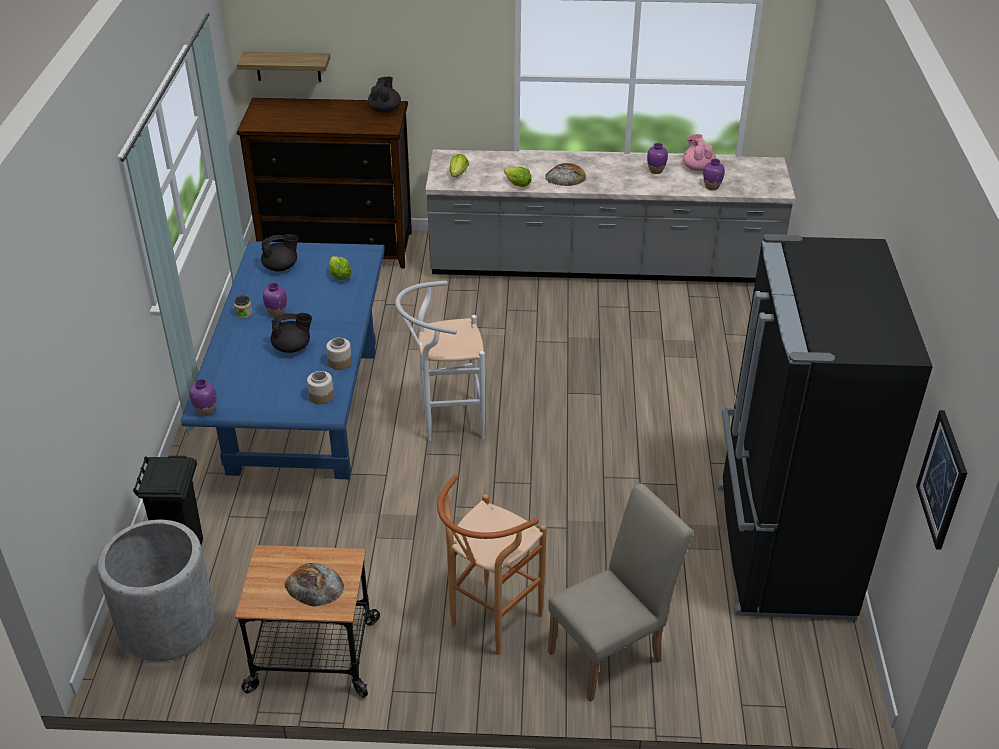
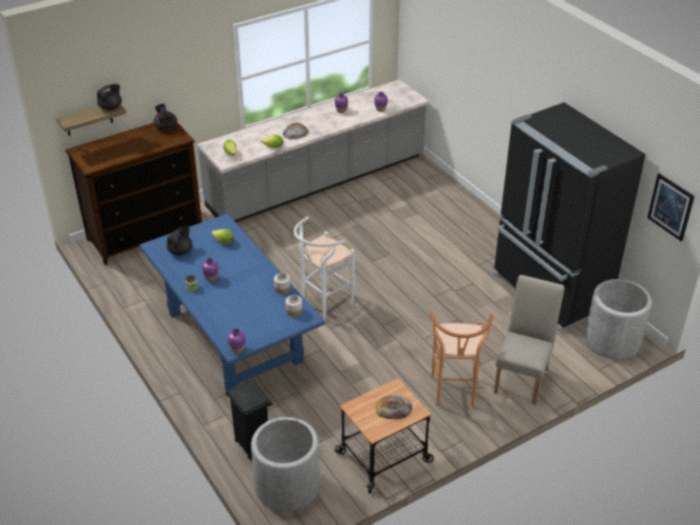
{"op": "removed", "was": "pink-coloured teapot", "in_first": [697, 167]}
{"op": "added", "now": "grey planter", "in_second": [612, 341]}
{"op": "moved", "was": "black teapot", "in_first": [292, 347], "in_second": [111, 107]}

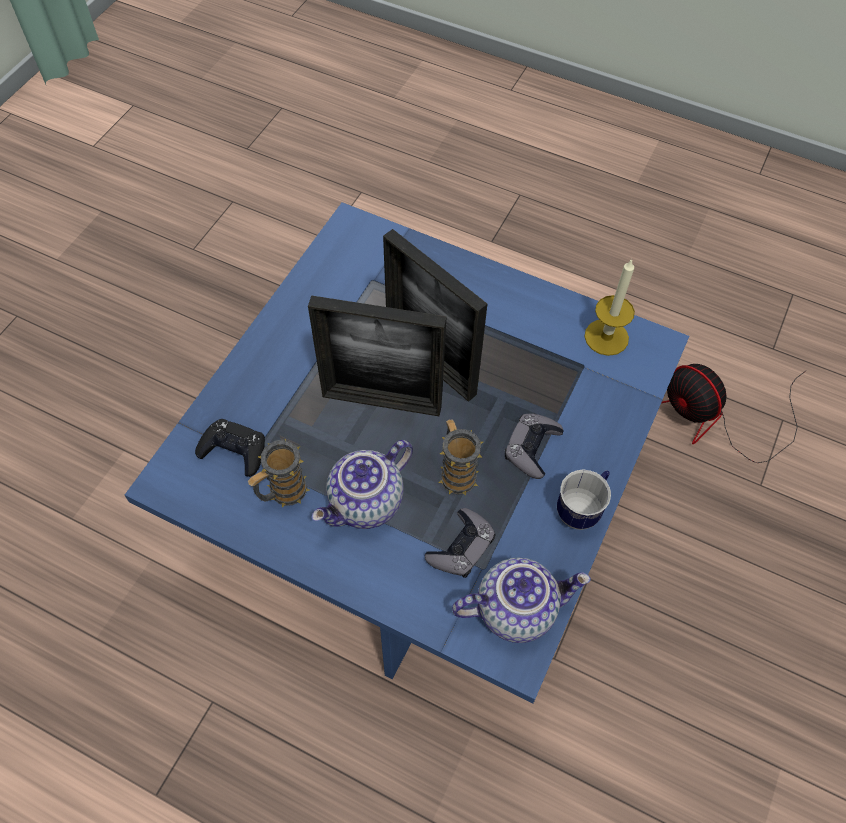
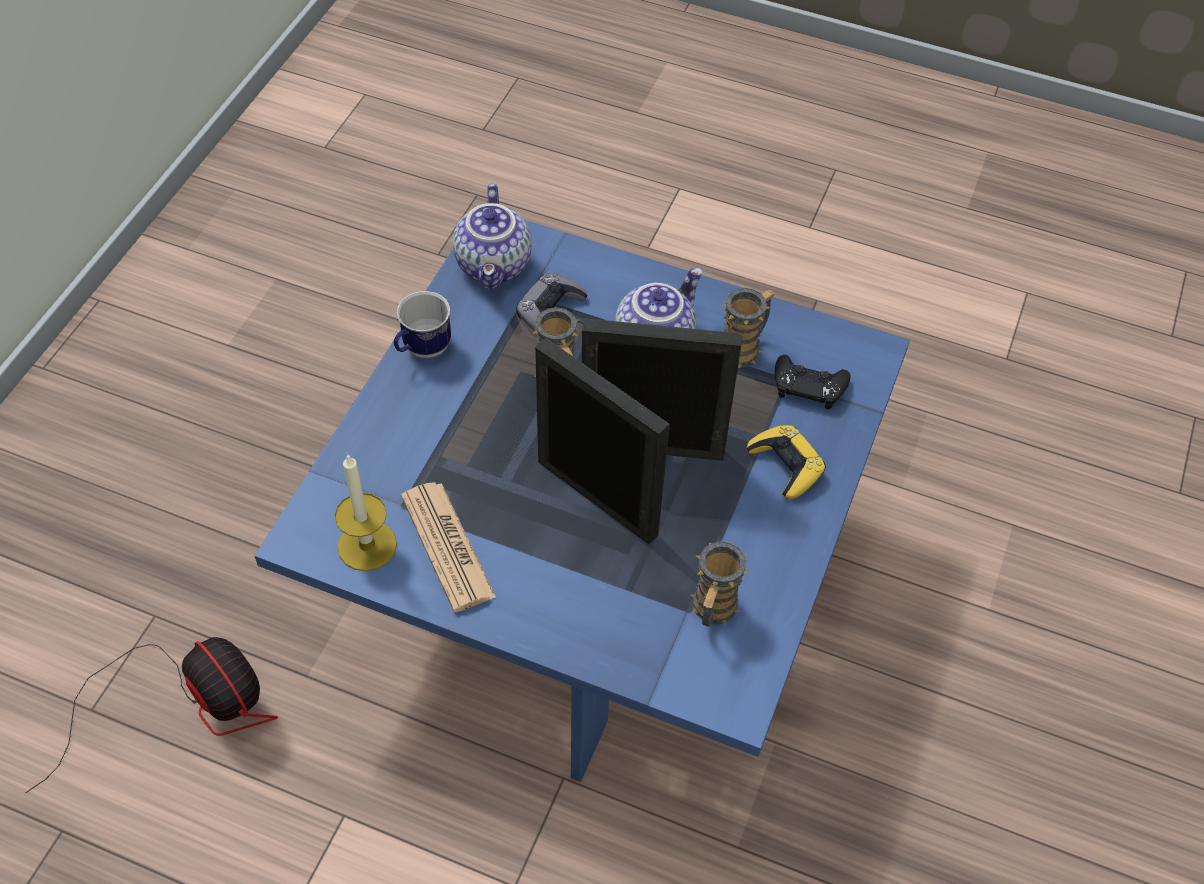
{"op": "removed", "was": "grey joypad", "in_first": [532, 448]}
{"op": "added", "now": "daily paper", "in_second": [447, 546]}
{"op": "added", "now": "mug", "in_second": [712, 612]}
{"op": "added", "now": "yellow-coloured joypad", "in_second": [786, 465]}
{"op": "turned", "was": "teapot", "in_first": [516, 608], "in_second": [495, 266], "clockwise": -75}

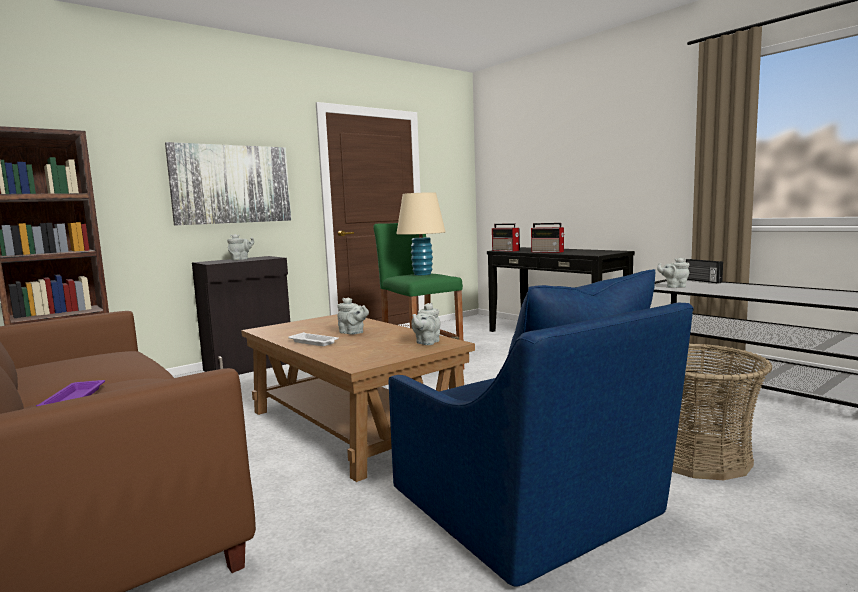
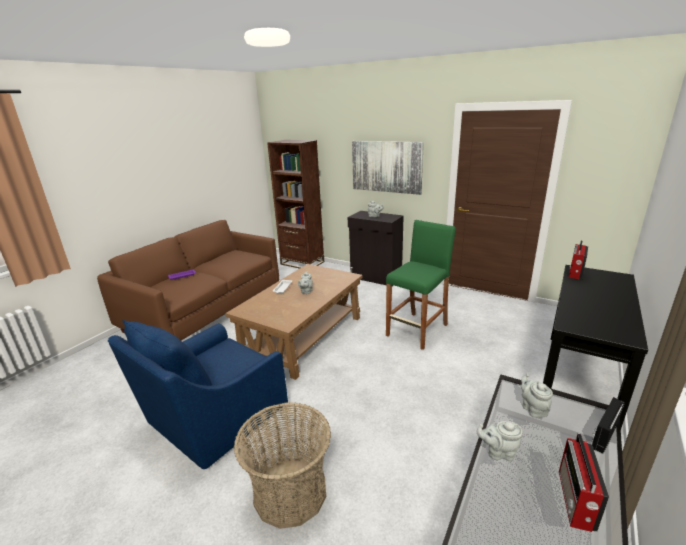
{"op": "removed", "was": "sand-coloured table lamp", "in_first": [422, 274]}
{"op": "moved", "was": "grey teapot", "in_first": [426, 342], "in_second": [498, 452]}
{"op": "moved", "was": "radio receiver", "in_first": [548, 252], "in_second": [575, 501]}

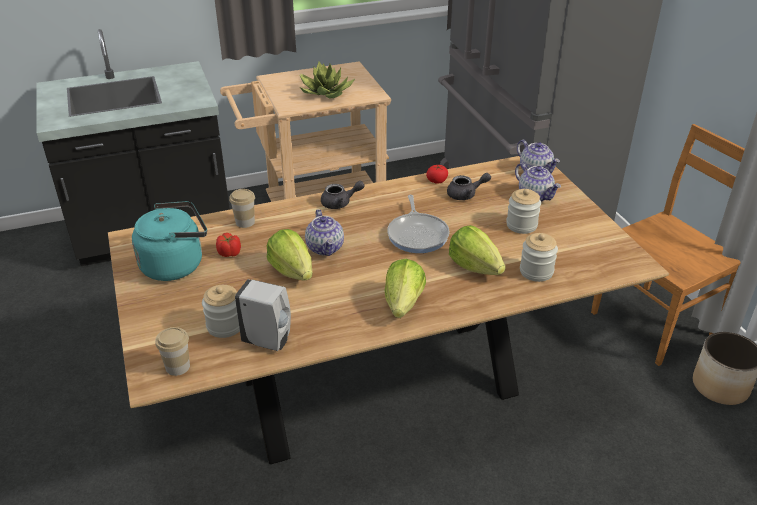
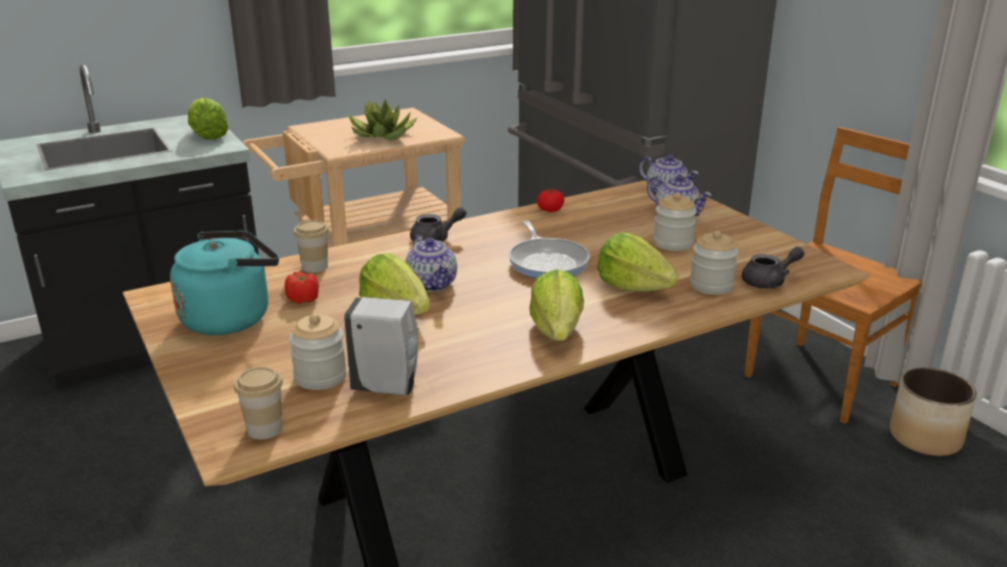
{"op": "added", "now": "lettuce head", "in_second": [207, 136]}
{"op": "moved", "was": "grey teapot", "in_first": [466, 195], "in_second": [769, 282]}

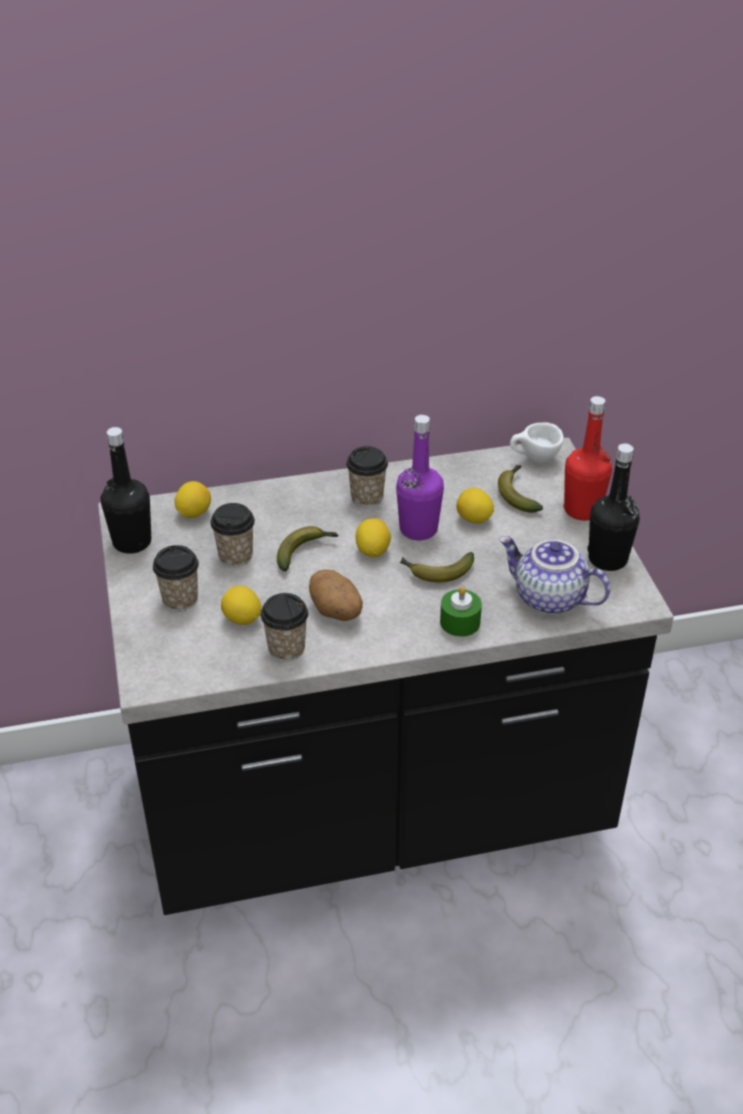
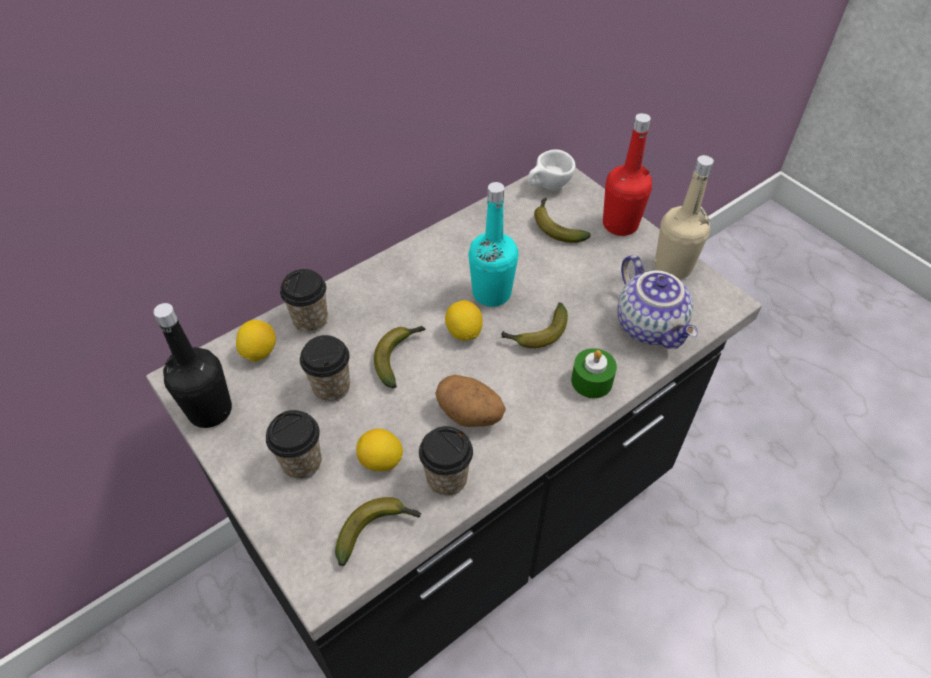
{"op": "removed", "was": "lemon", "in_first": [474, 519]}
{"op": "added", "now": "banana", "in_second": [377, 530]}
{"op": "moved", "was": "drinking cup", "in_first": [367, 498], "in_second": [310, 320]}
{"op": "recoloured", "was": "purple-coloured bottle", "now": "blue-green bottle", "in_first": [418, 529], "in_second": [491, 293]}
{"op": "recoloured", "was": "black bottle", "now": "sand-coloured bottle", "in_first": [607, 559], "in_second": [673, 267]}
{"op": "turned", "was": "teapot", "in_first": [548, 599], "in_second": [651, 326], "clockwise": -120}

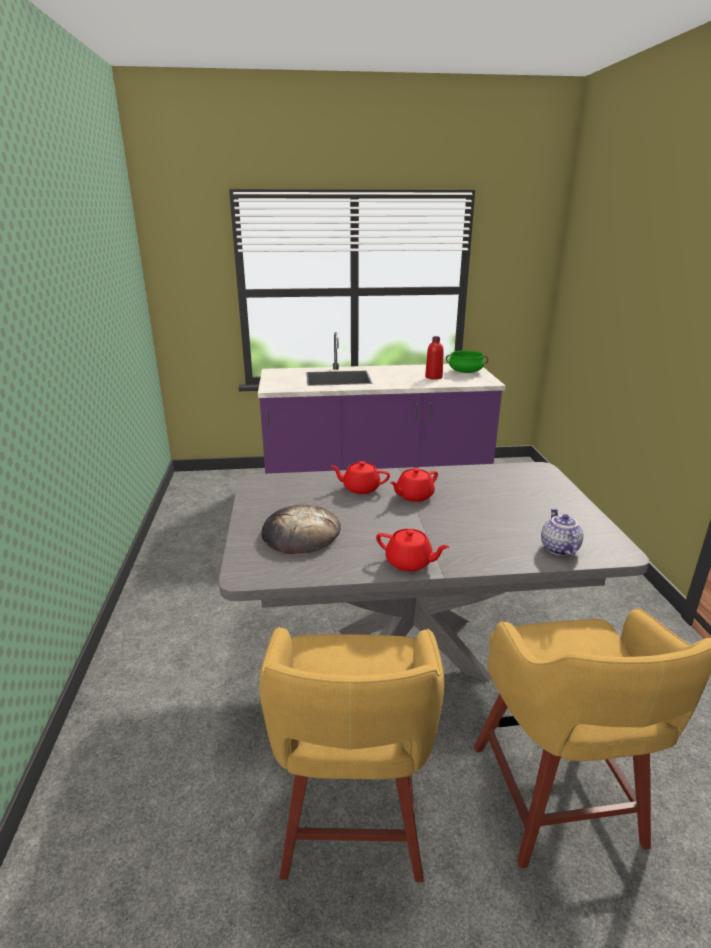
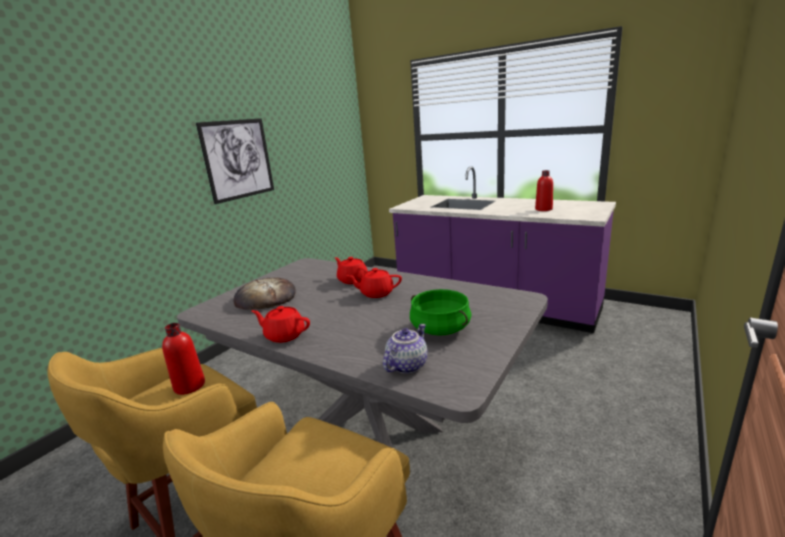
{"op": "added", "now": "red-coloured bottle", "in_second": [189, 386]}
{"op": "added", "now": "wall art", "in_second": [238, 159]}
{"op": "moved", "was": "green saucepot", "in_first": [465, 372], "in_second": [440, 329]}
{"op": "turned", "was": "red-coloured teapot", "in_first": [409, 562], "in_second": [284, 335], "clockwise": 135}

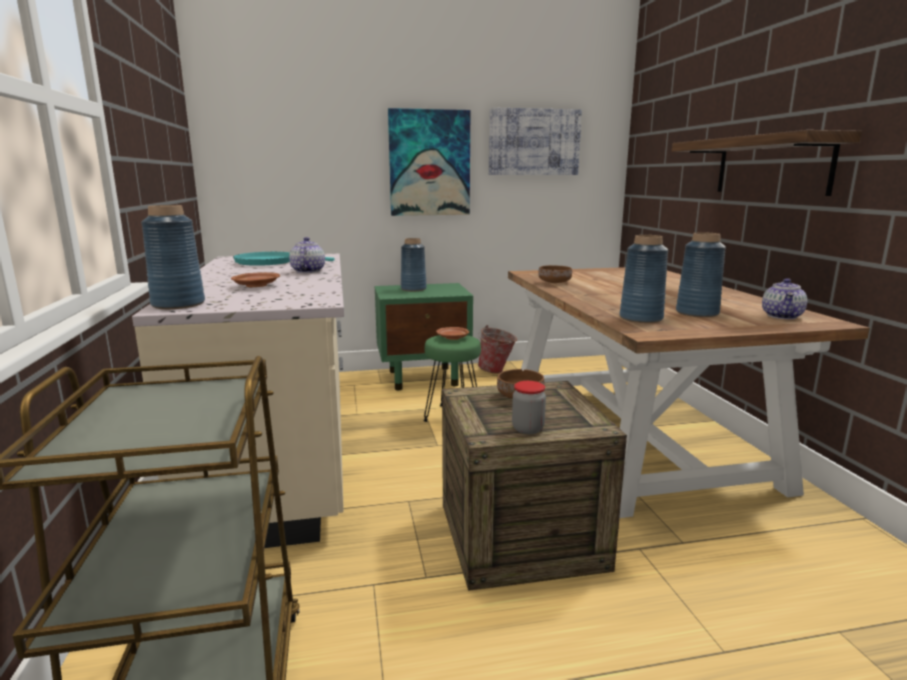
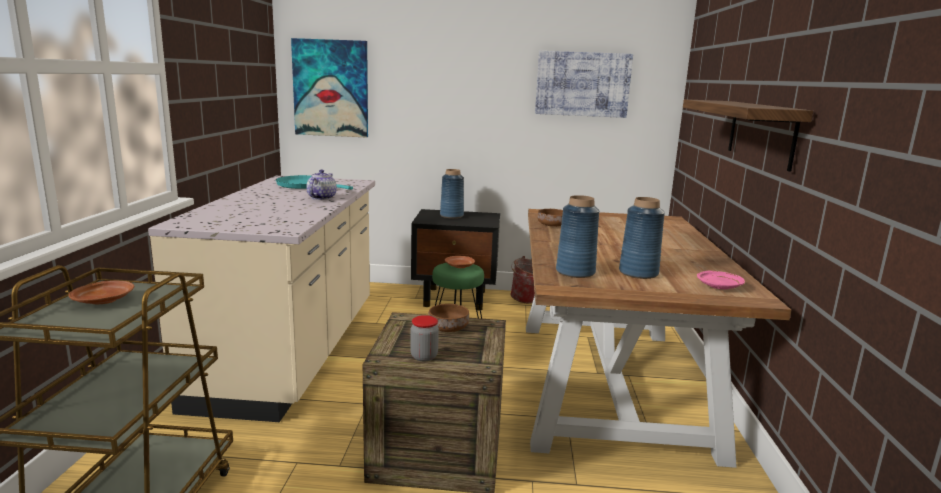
{"op": "removed", "was": "bluish vase", "in_first": [178, 304]}
{"op": "moved", "was": "brown dinner plate", "in_first": [257, 286], "in_second": [104, 300]}
{"op": "moved", "was": "wall art", "in_first": [429, 163], "in_second": [331, 88]}
{"op": "replaced", "was": "teapot", "now": "pink-coloured dinner plate", "in_first": [782, 316], "in_second": [719, 286]}
{"op": "recoloured", "was": "green nightstand", "now": "black nightstand", "in_first": [424, 378], "in_second": [456, 298]}

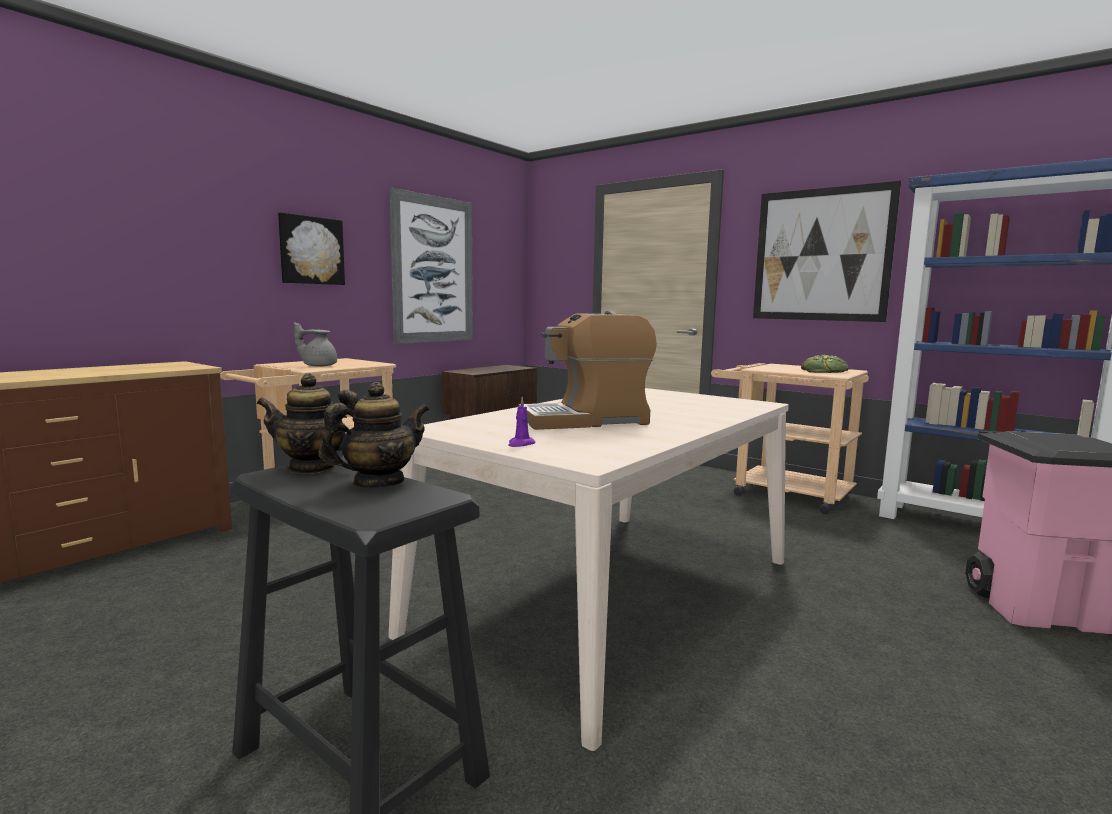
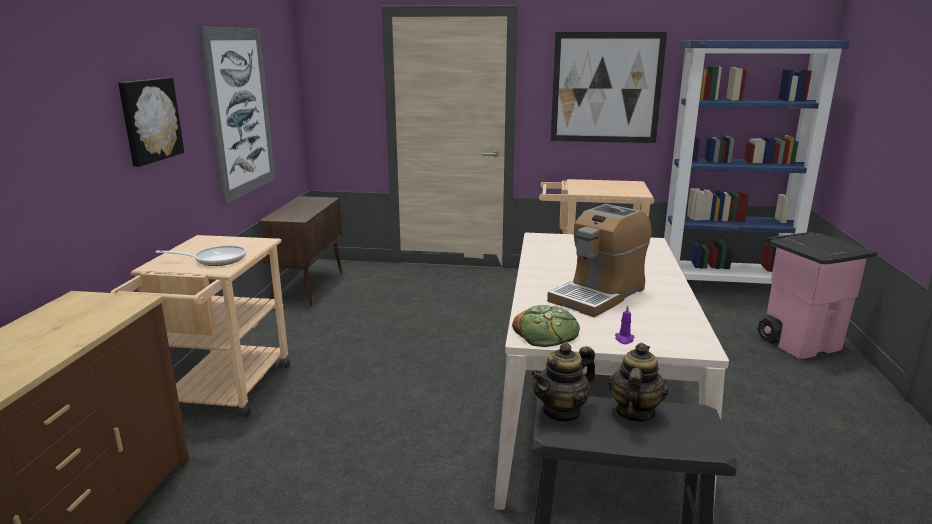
{"op": "moved", "was": "bakery bread", "in_first": [824, 371], "in_second": [546, 332]}
{"op": "replaced", "was": "grey teapot", "now": "skillet", "in_first": [318, 366], "in_second": [216, 260]}

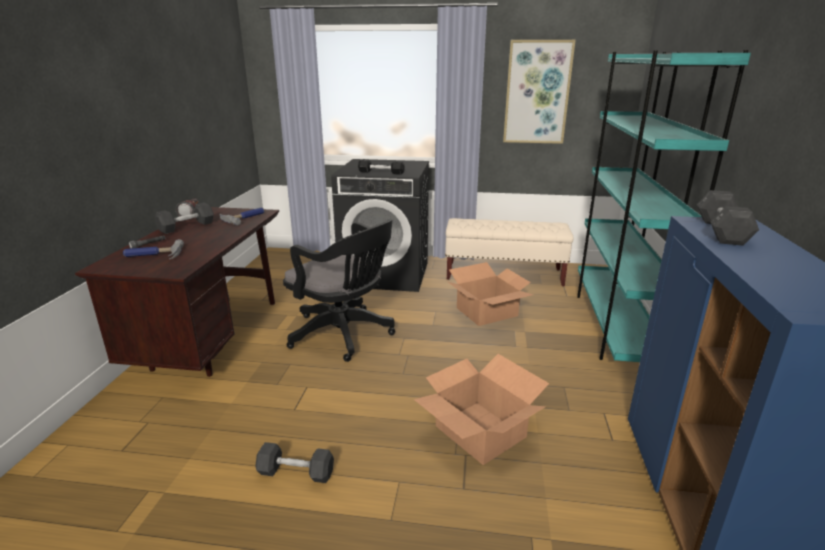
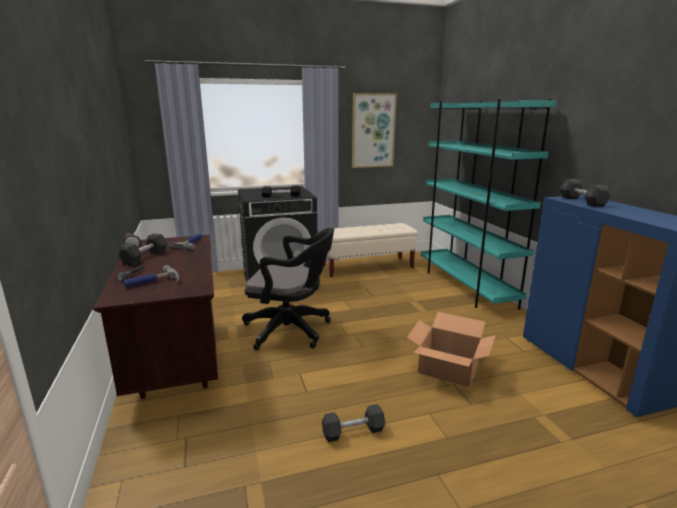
{"op": "removed", "was": "cardboard box", "in_first": [487, 312]}

